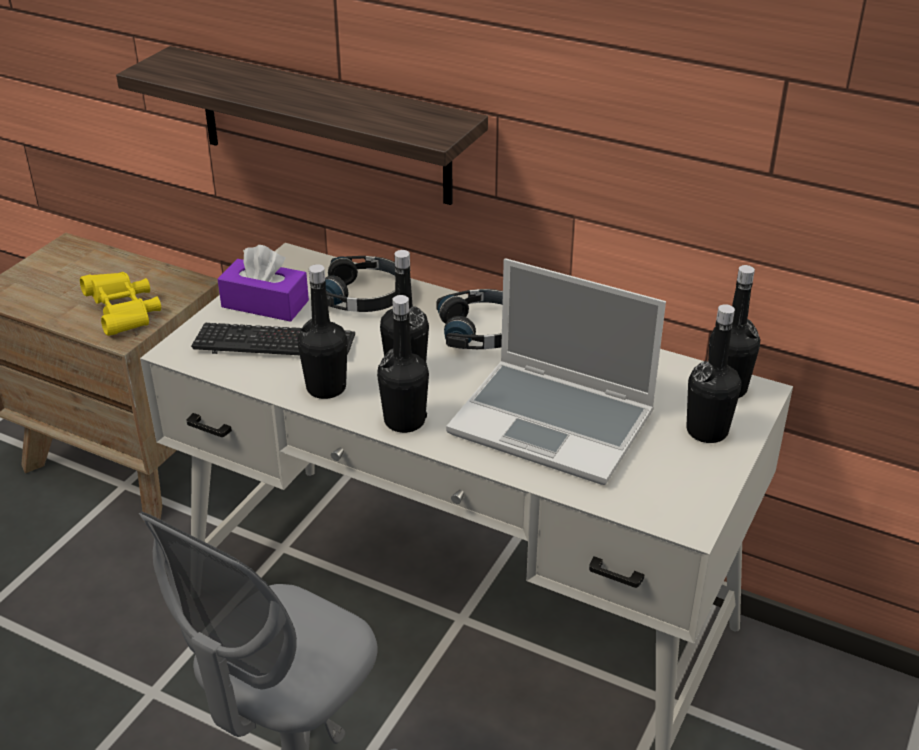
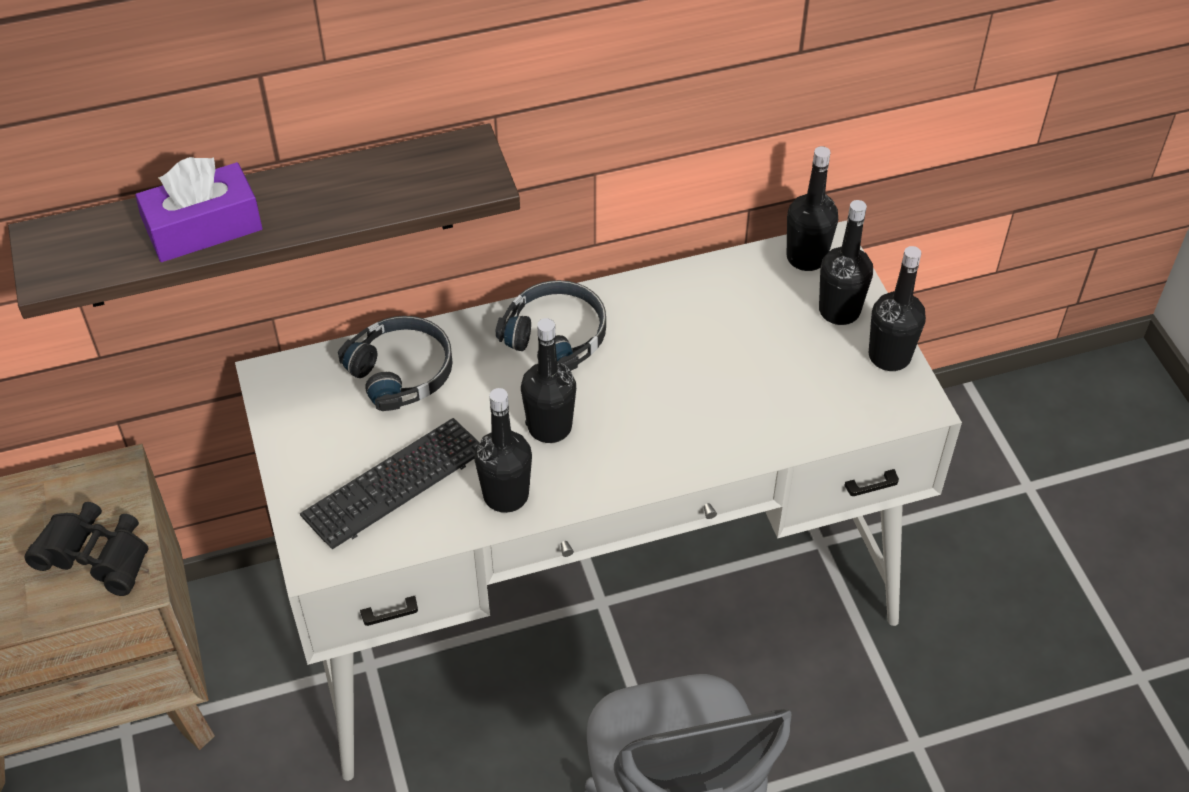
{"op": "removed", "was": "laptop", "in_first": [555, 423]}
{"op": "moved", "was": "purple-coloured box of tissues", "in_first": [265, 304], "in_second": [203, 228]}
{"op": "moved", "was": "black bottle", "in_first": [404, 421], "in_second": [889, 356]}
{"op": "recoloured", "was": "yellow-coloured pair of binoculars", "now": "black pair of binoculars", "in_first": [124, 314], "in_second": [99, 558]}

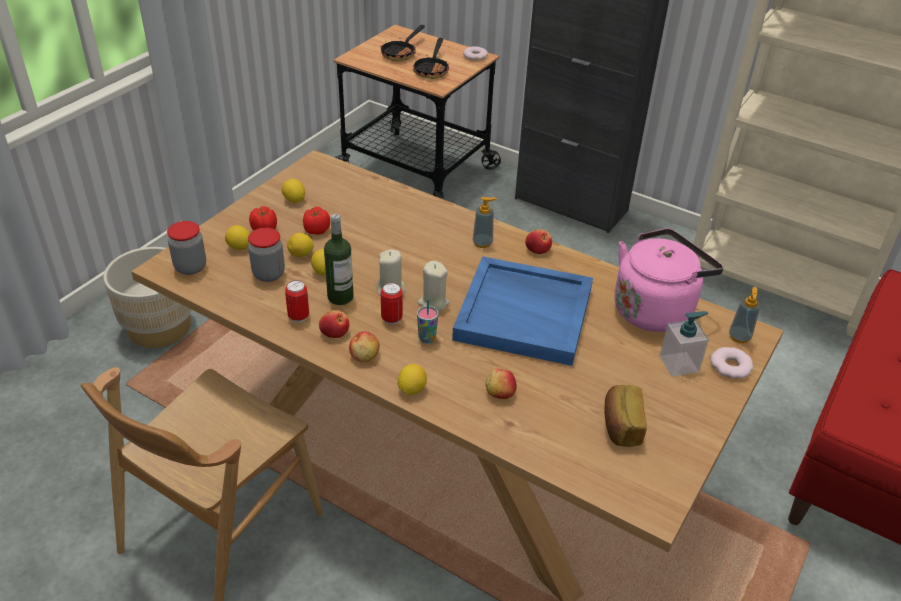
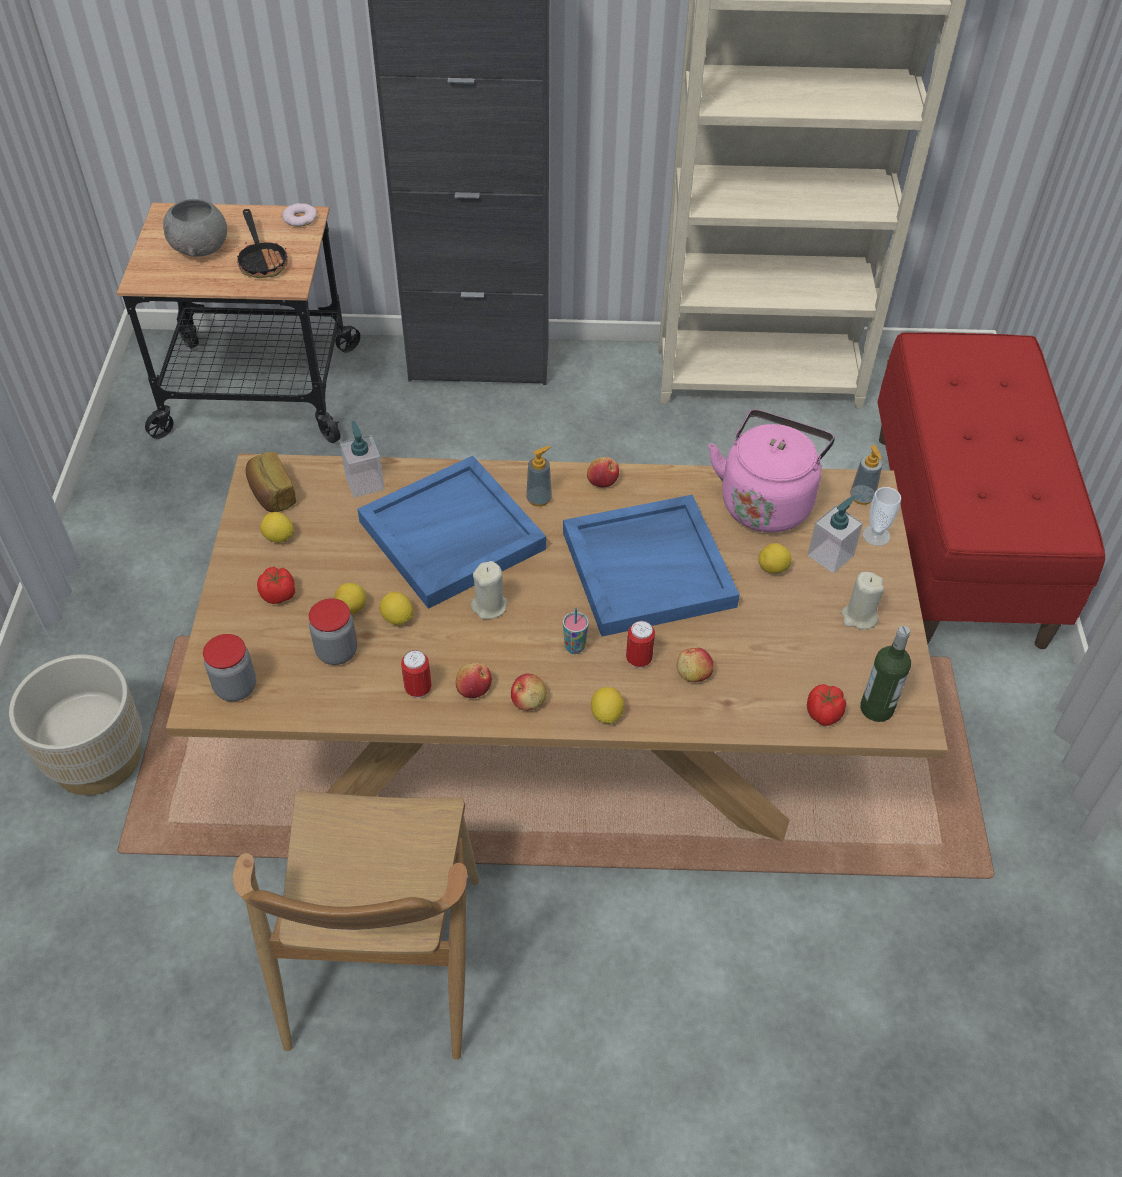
{"op": "added", "now": "liquid soap bottle", "in_second": [365, 483]}
{"op": "added", "now": "bluish carrying tray", "in_second": [451, 536]}
{"op": "moved", "was": "lemon", "in_first": [239, 247], "in_second": [773, 568]}
{"op": "moved", "was": "fresh tomato", "in_first": [316, 230], "in_second": [823, 714]}
{"op": "moved", "was": "bottle", "in_first": [340, 297], "in_second": [876, 708]}
{"op": "moved", "was": "can", "in_first": [391, 319], "in_second": [639, 659]}
{"op": "moved", "was": "sand-coloured wax candle", "in_first": [433, 303], "in_second": [859, 617]}
{"op": "moved", "was": "bakery bread", "in_first": [620, 426], "in_second": [271, 494]}
{"op": "replaced", "was": "skillet", "now": "grey deep dish", "in_first": [401, 53], "in_second": [201, 248]}
{"op": "replaced", "was": "ring doughnut", "now": "drinking cup", "in_first": [730, 366], "in_second": [876, 535]}

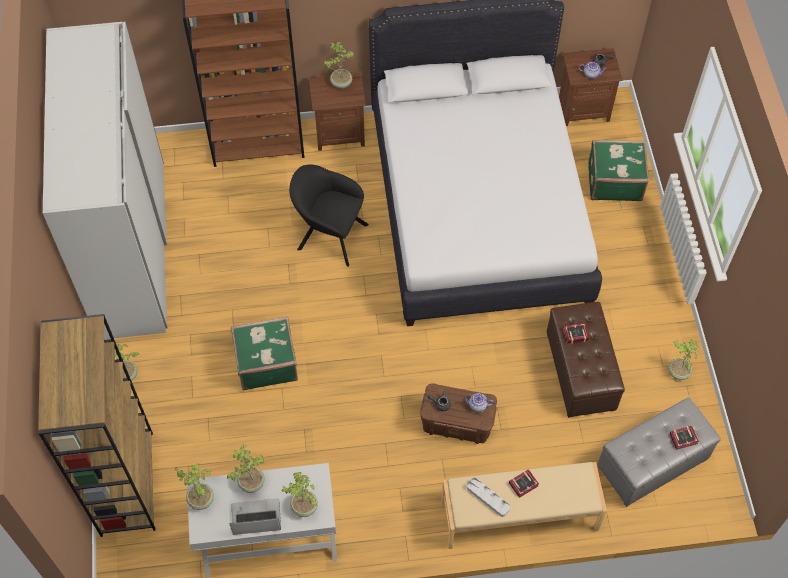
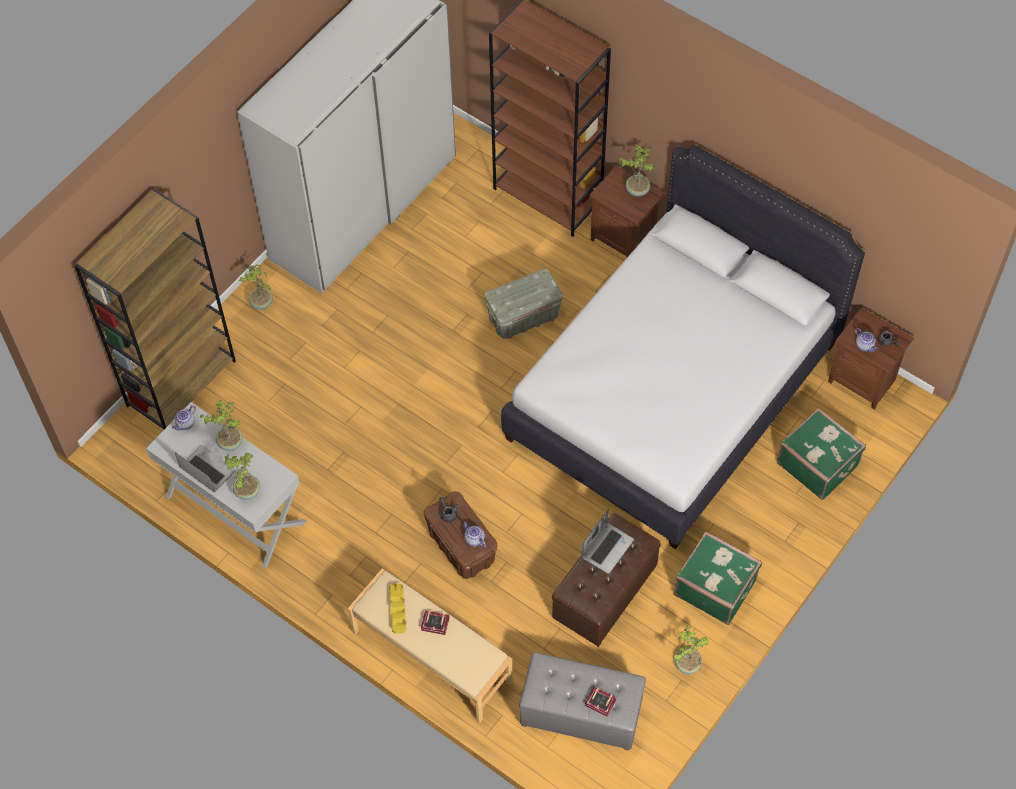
{"op": "moved", "was": "green suitcase", "in_first": [266, 362], "in_second": [715, 587]}
{"op": "replaced", "was": "potted plant", "now": "teapot", "in_first": [201, 499], "in_second": [185, 424]}
{"op": "replaced", "was": "black easy chair", "now": "grey storage box", "in_first": [329, 235], "in_second": [524, 316]}
{"op": "replaced", "was": "volume", "now": "laptop", "in_first": [574, 334], "in_second": [607, 548]}
{"op": "recoloured", "was": "grey carrying tray", "now": "yellow-coloured carrying tray", "in_first": [488, 498], "in_second": [397, 609]}

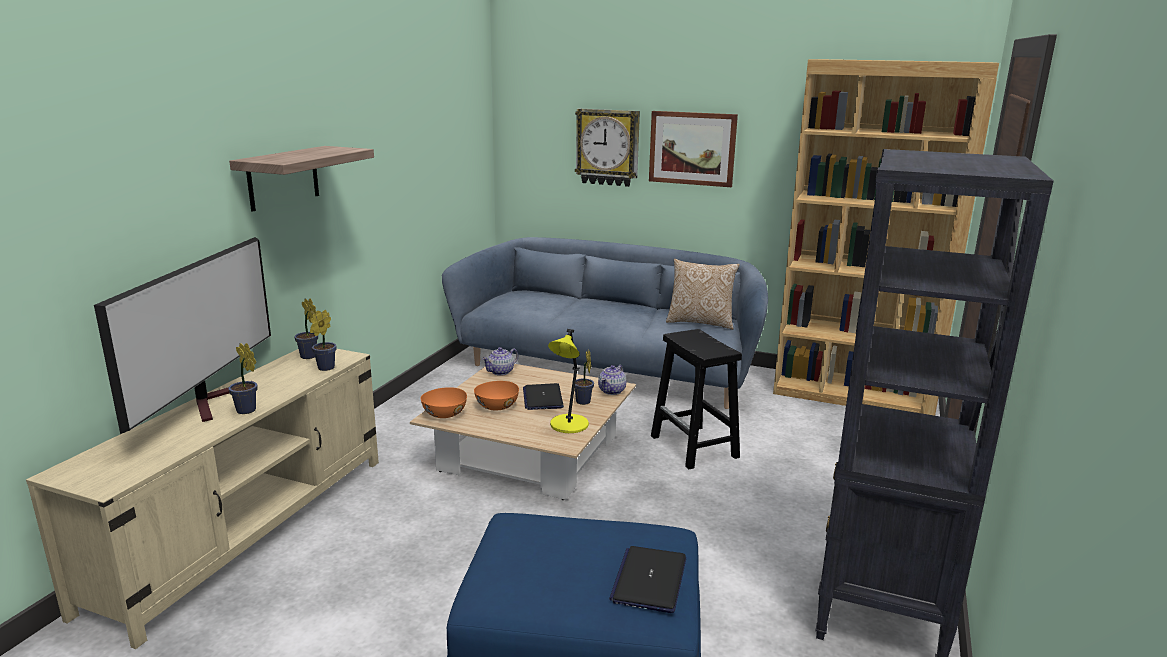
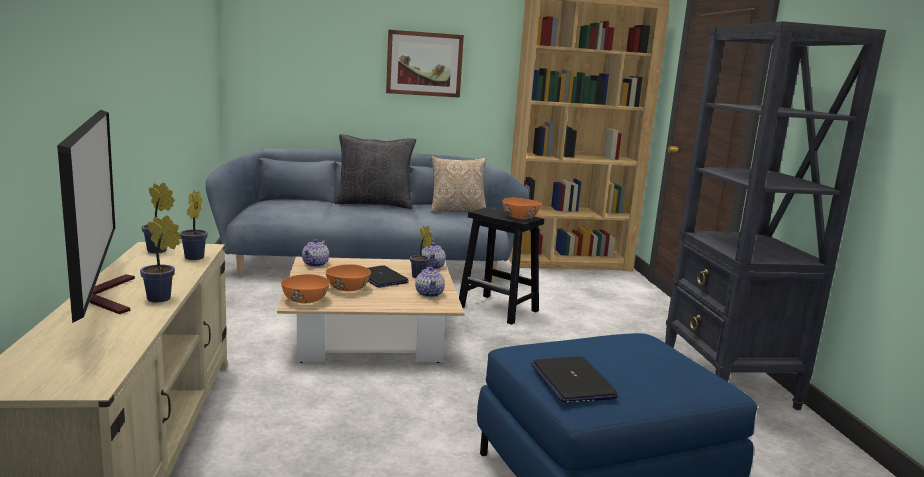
{"op": "removed", "was": "wall shelf", "in_first": [283, 178]}
{"op": "removed", "was": "hanging clock", "in_first": [608, 147]}
{"op": "added", "now": "black throw pillow", "in_second": [374, 204]}
{"op": "added", "now": "orange deep dish", "in_second": [520, 217]}
{"op": "moved", "was": "laptop", "in_first": [649, 580], "in_second": [572, 381]}
{"op": "replaced", "was": "yellow-coloured table lamp", "now": "teapot", "in_first": [568, 425], "in_second": [429, 294]}

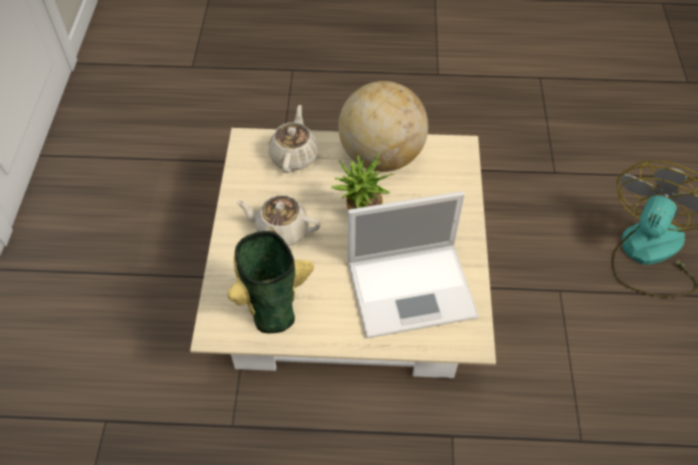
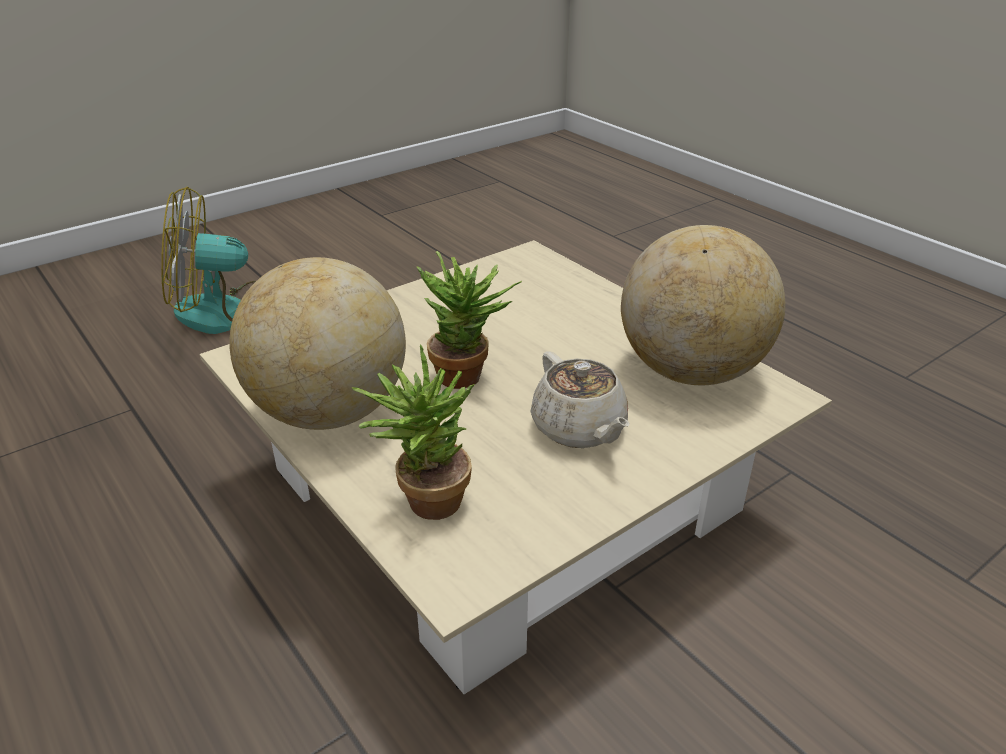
{"op": "removed", "was": "laptop", "in_first": [413, 288]}
{"op": "replaced", "was": "vase", "now": "globe", "in_first": [271, 310], "in_second": [691, 372]}
{"op": "replaced", "was": "sand-coloured teapot", "now": "potted plant", "in_first": [294, 155], "in_second": [424, 500]}

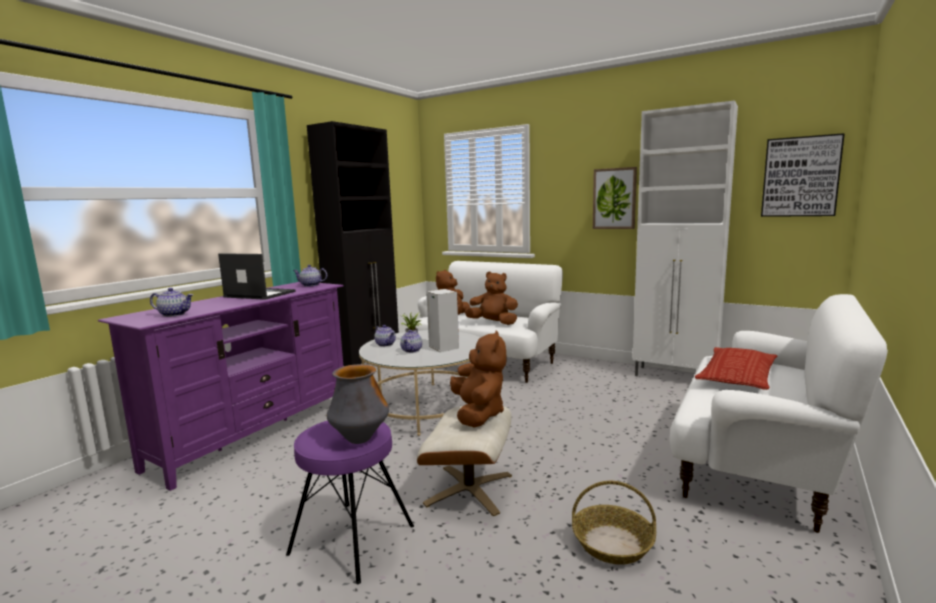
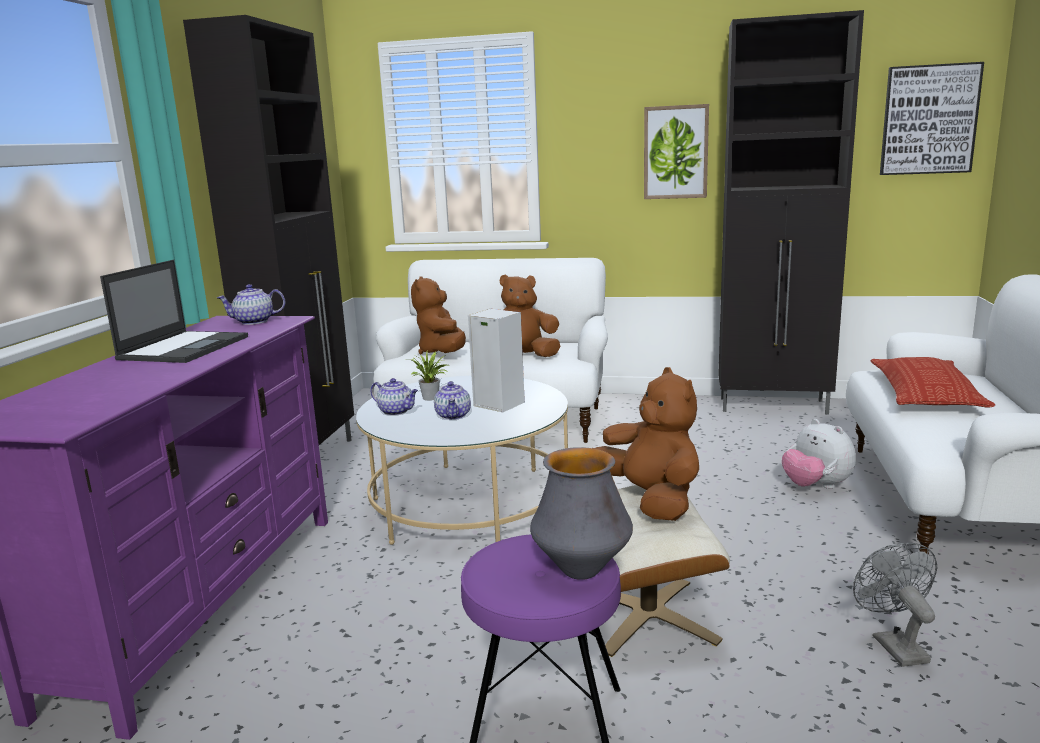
{"op": "removed", "was": "teapot", "in_first": [174, 314]}
{"op": "added", "now": "cuddly toy", "in_second": [816, 486]}
{"op": "replaced", "was": "basket", "now": "grey fan", "in_first": [612, 543], "in_second": [894, 644]}
{"op": "recoloured", "was": "white storage cabinet", "now": "black storage cabinet", "in_first": [675, 377], "in_second": [774, 406]}
{"op": "turned", "was": "laptop", "in_first": [259, 294], "in_second": [185, 347], "clockwise": 105}

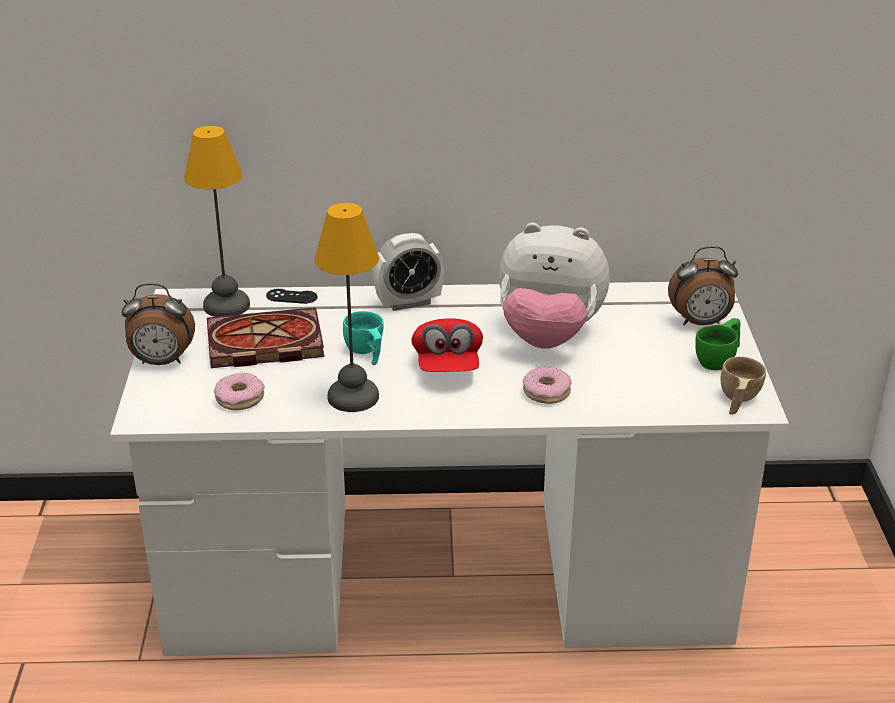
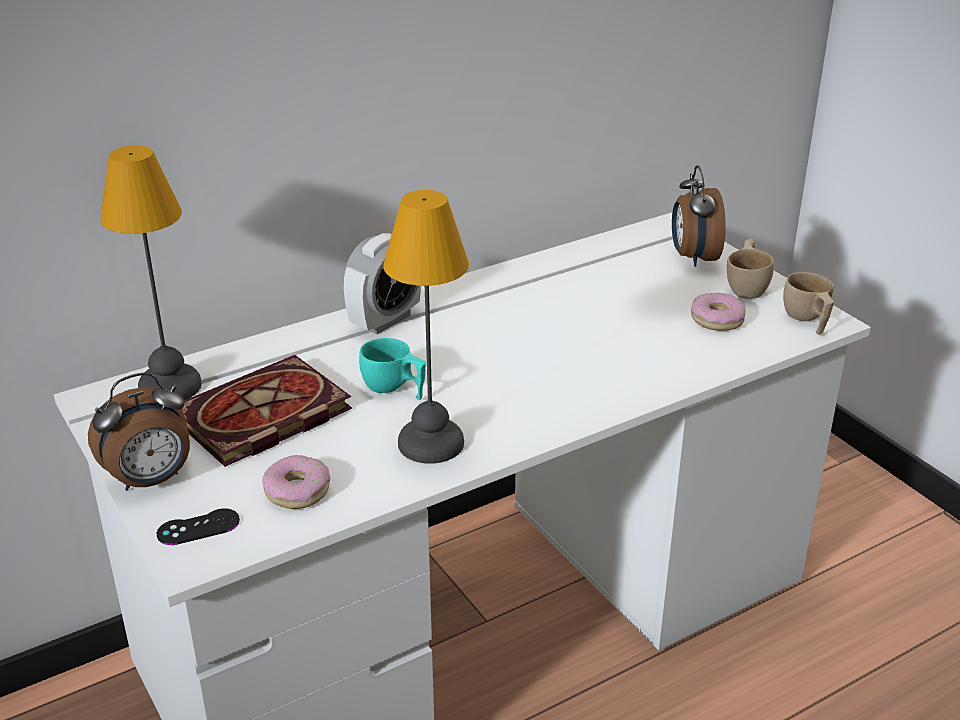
{"op": "removed", "was": "red-coloured peaked cap", "in_first": [447, 365]}
{"op": "removed", "was": "cuddly toy", "in_first": [548, 336]}
{"op": "moved", "was": "black joypad", "in_first": [291, 296], "in_second": [198, 527]}
{"op": "moved", "was": "ring doughnut", "in_first": [546, 392], "in_second": [717, 319]}
{"op": "recoloured", "was": "green drinking cup", "now": "sand-coloured drinking cup", "in_first": [719, 359], "in_second": [748, 286]}
{"op": "turned", "was": "table clock", "in_first": [700, 323], "in_second": [693, 257], "clockwise": 120}

